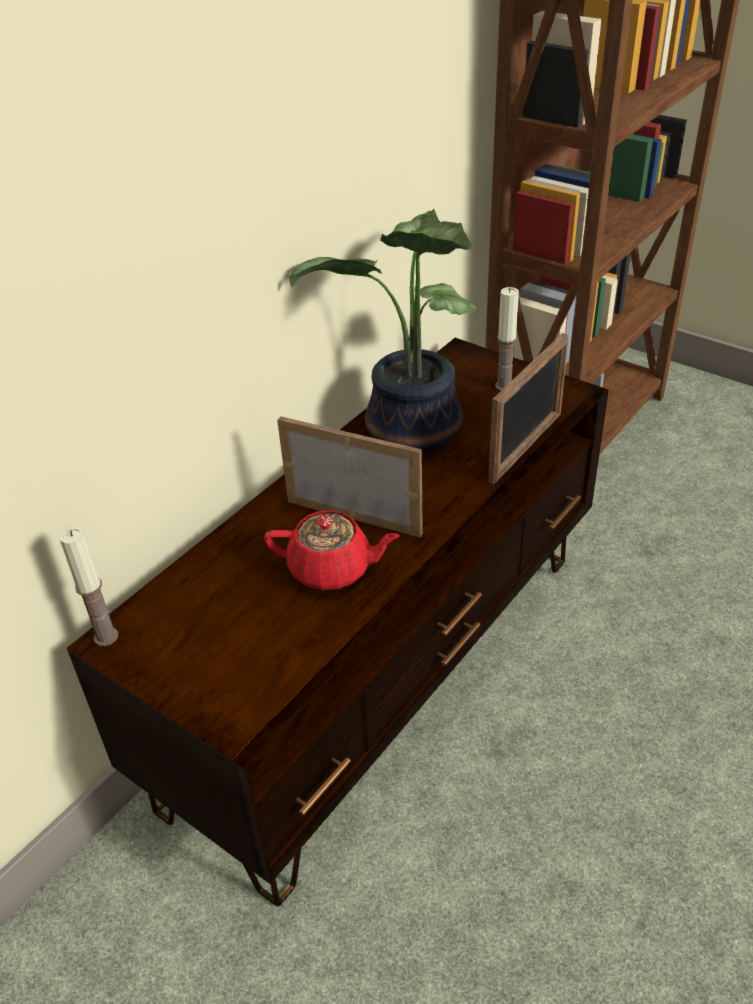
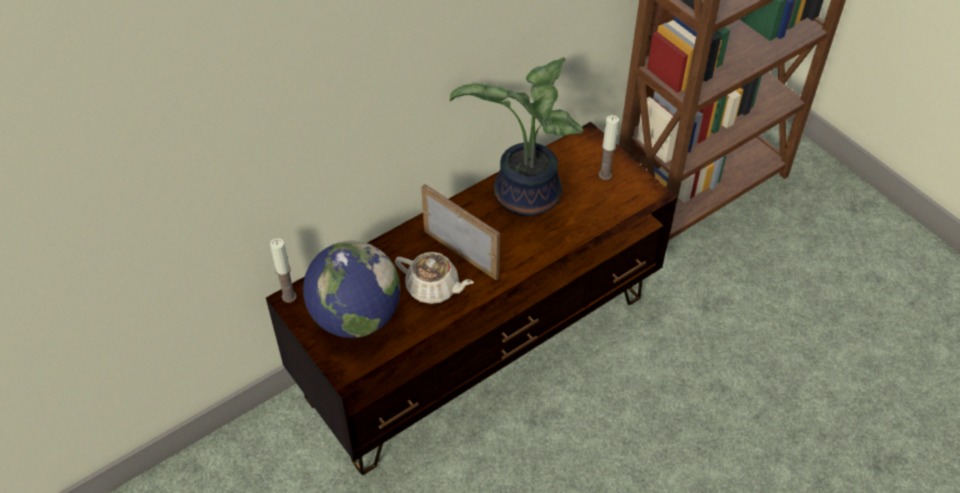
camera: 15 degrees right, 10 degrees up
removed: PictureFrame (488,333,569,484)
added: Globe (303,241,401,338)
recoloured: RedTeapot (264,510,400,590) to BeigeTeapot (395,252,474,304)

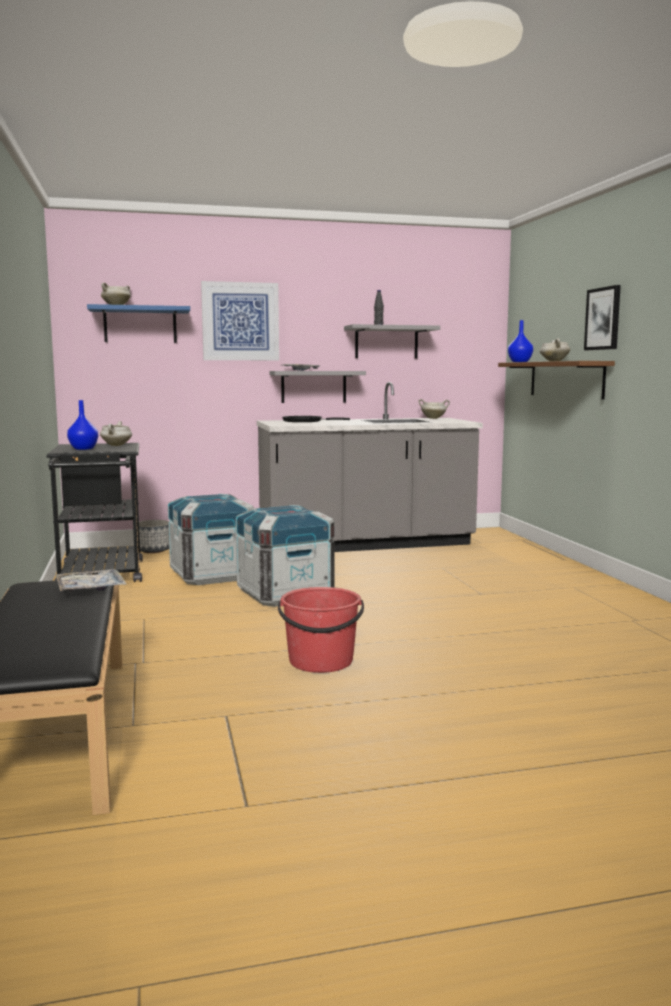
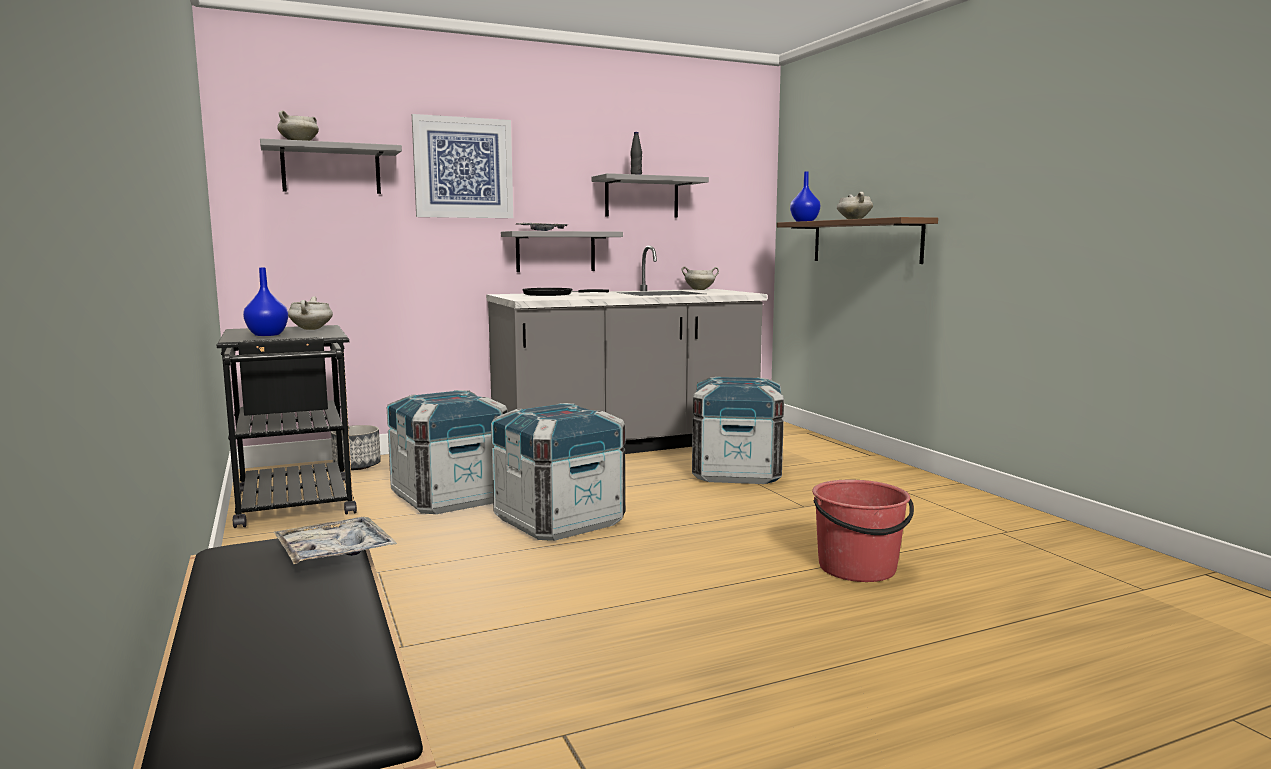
camera: 10 degrees left, 0 degrees up
removed: Picture (584,285,621,350)
added: Crate (692,377,784,484)
moved: RedBucket (278,587,364,673) to (812,480,914,582)
recoloured: BlueShelf (87,304,190,343) to GreyShelf (260,138,402,194)

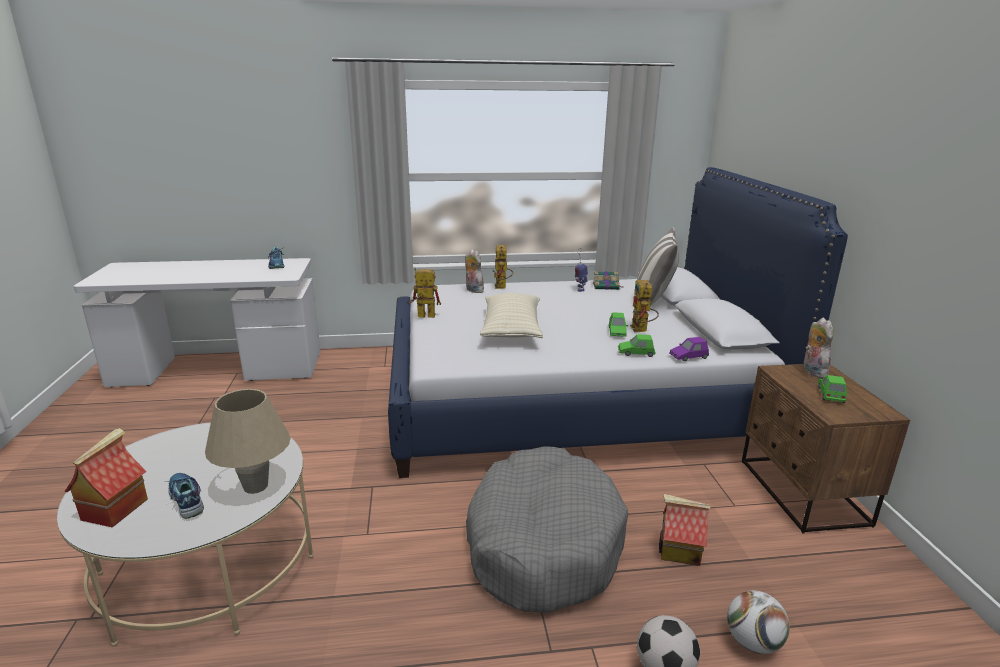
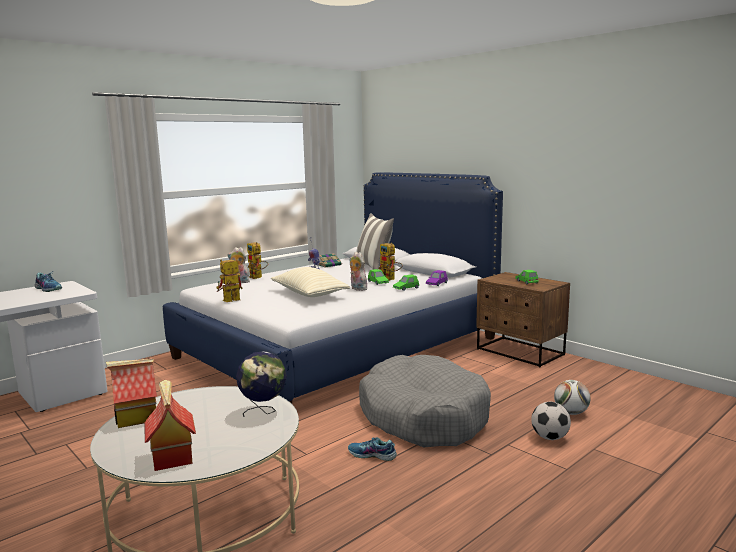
camera: 35 degrees left, 10 degrees down
moved: Shoe (165,473,204,519) to (348,437,397,461); ToyHouse (659,494,712,566) to (106,359,157,428); PlushToy (803,318,833,378) to (350,252,367,291)
replaced: BeigeTableLamp (205,389,291,494) to Globe (236,351,287,417)

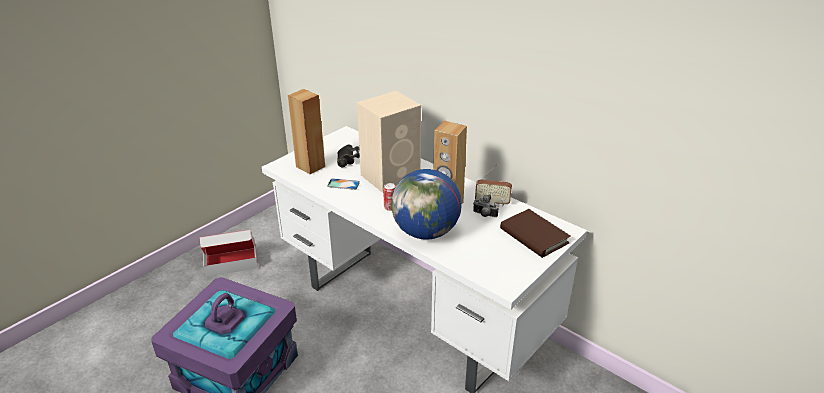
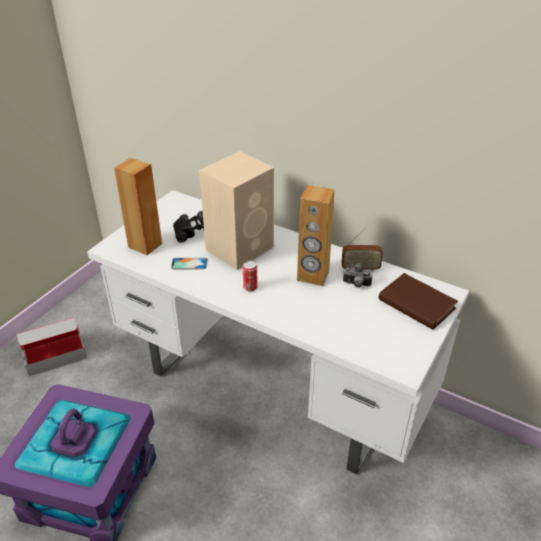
camera: 10 degrees left, 5 degrees up
removed: Globe (391,169,462,240)

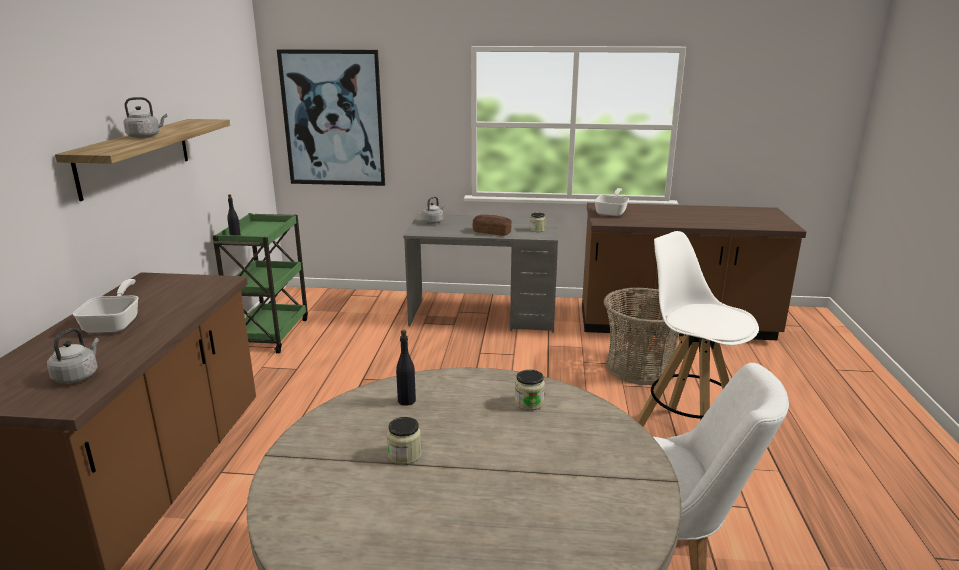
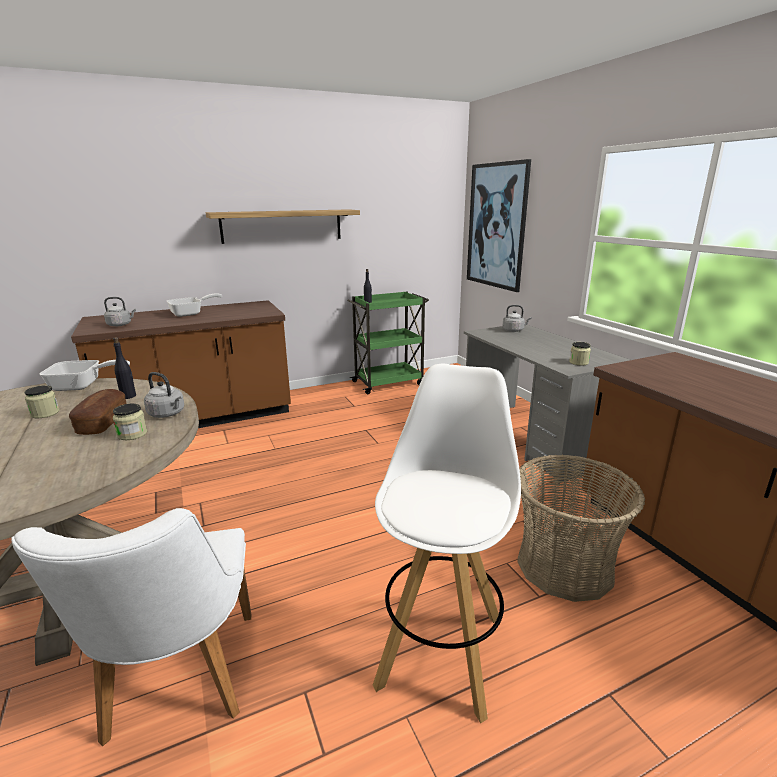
camera: 60 degrees right, 0 degrees up
moved: GreyKettle (123,97,167,138) to (144,372,184,418); Bread (473,215,512,236) to (69,389,127,435); FryingPan (594,188,629,217) to (40,360,130,391)

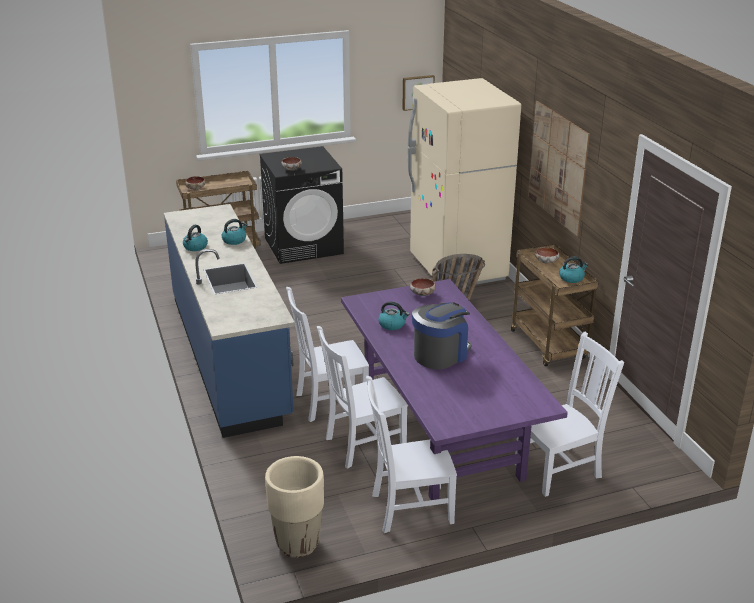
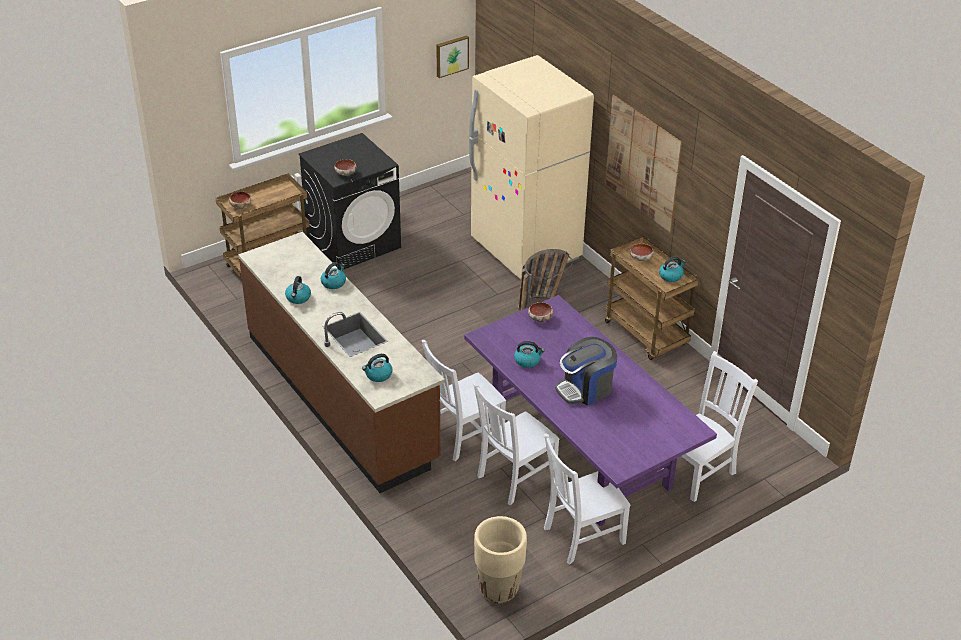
camera: 15 degrees left, 10 degrees up
added: Kettle (362,354,392,382)
recoloured: BlueCounter (164,204,295,438) to BrownCounter (238,232,445,493)
turned: CoffeeMachine (412,303,472,370) = (555,337,617,405) 150 degrees counterclockwise

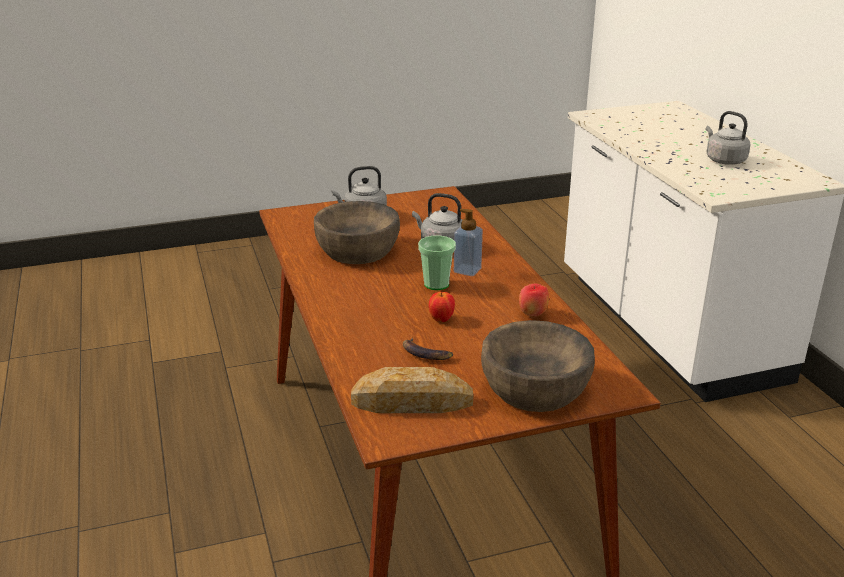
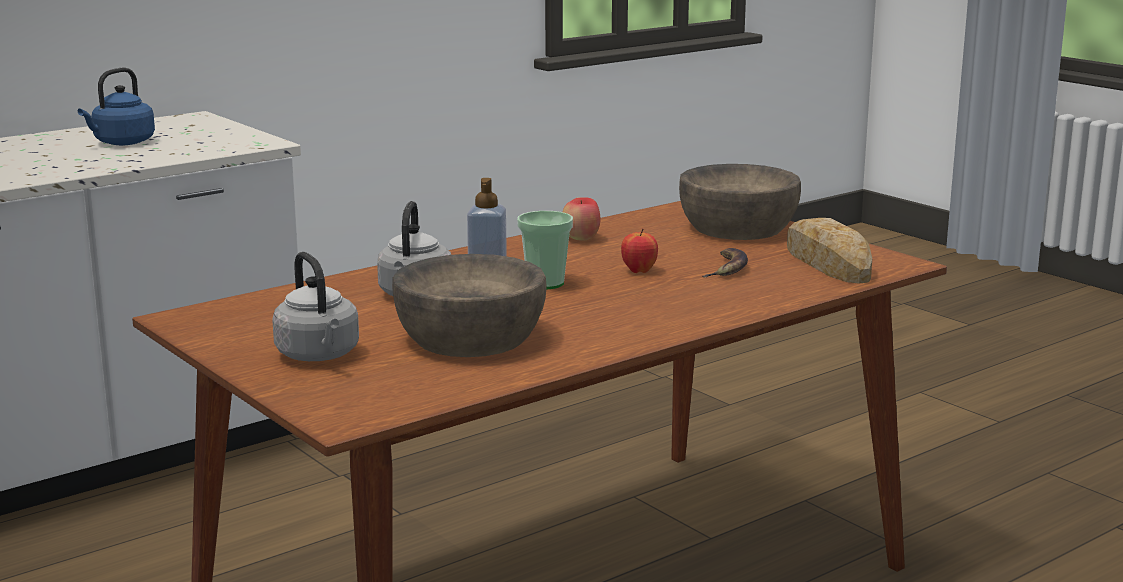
camera: 110 degrees left, 10 degrees down
recoloured: GreyKettle (706,111,750,165) to BlueKettle (78,67,155,145)

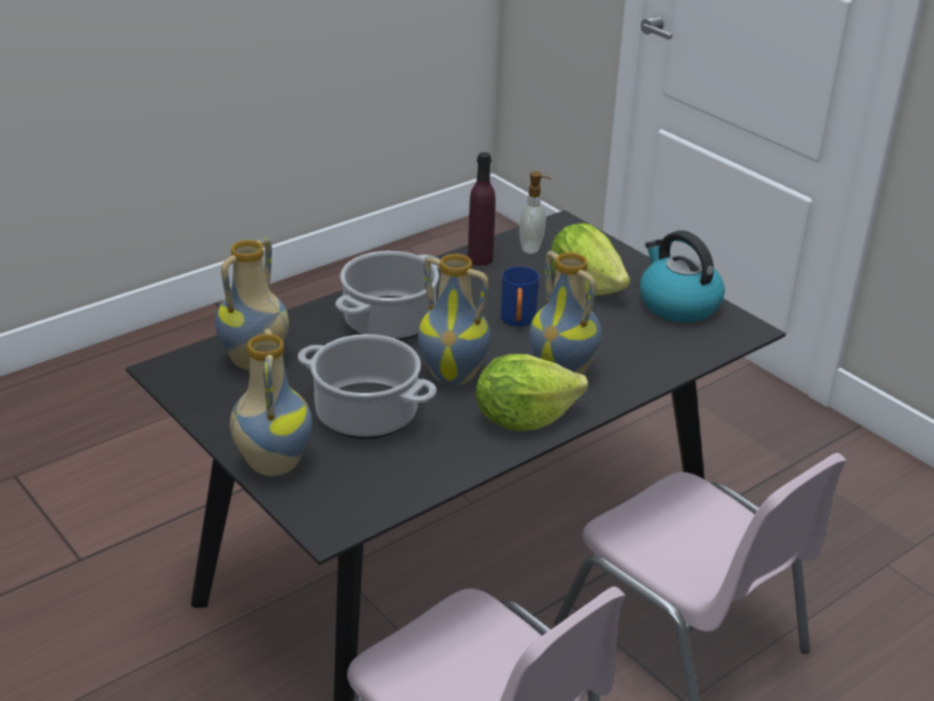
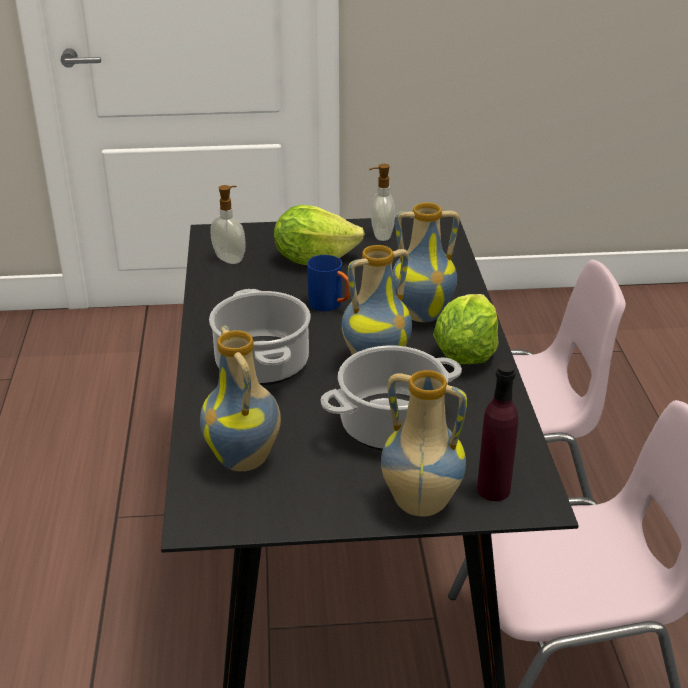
camera: 55 degrees left, 0 degrees up
moved: PurpleBottle (468,152,496,266) to (477,363,518,501)
replaced: Kettle (640,230,725,322) to SoapDispenser (369,164,395,241)

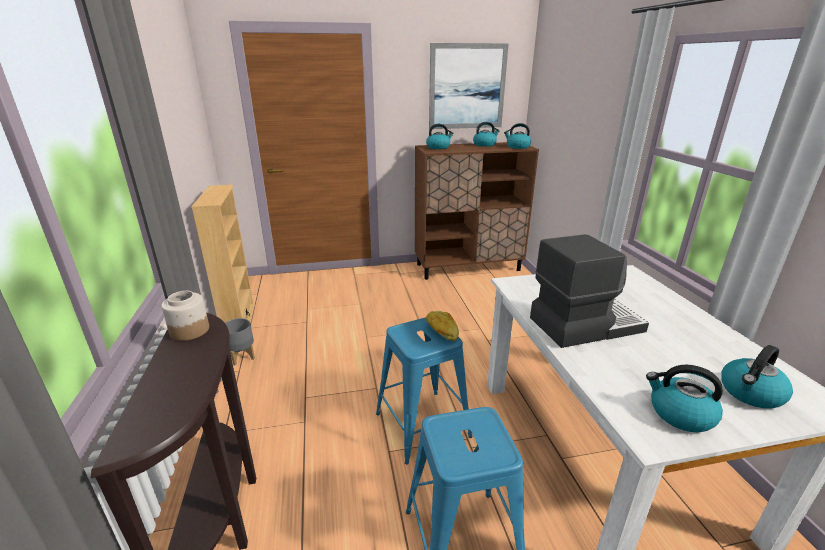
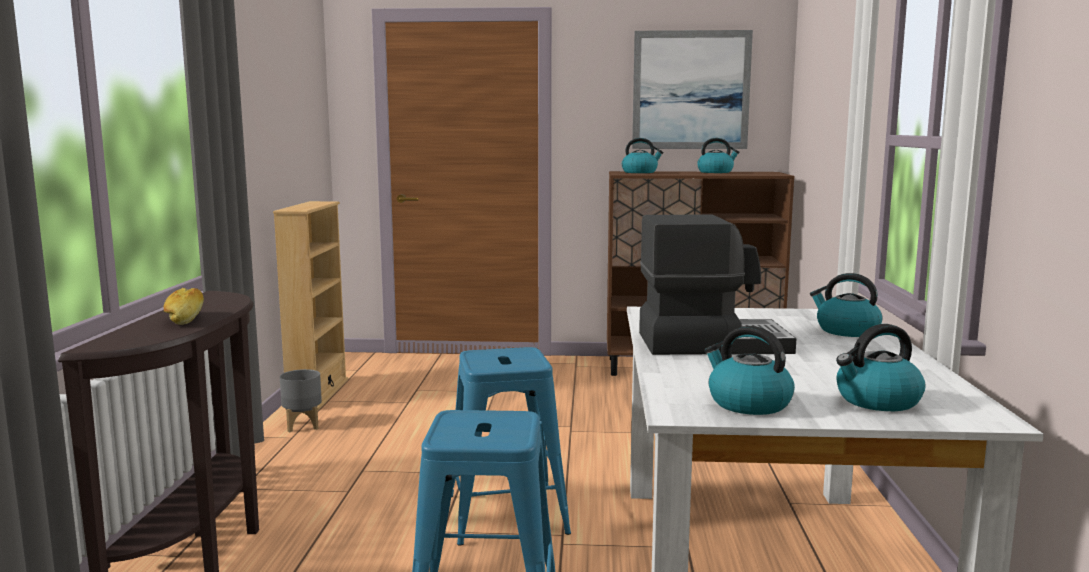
camera: 15 degrees right, 15 degrees down
removed: Jar (161,291,209,341)
moved: Bread (426,311,459,341) to (164,288,204,325); Kettle (504,123,531,149) to (810,273,883,337)

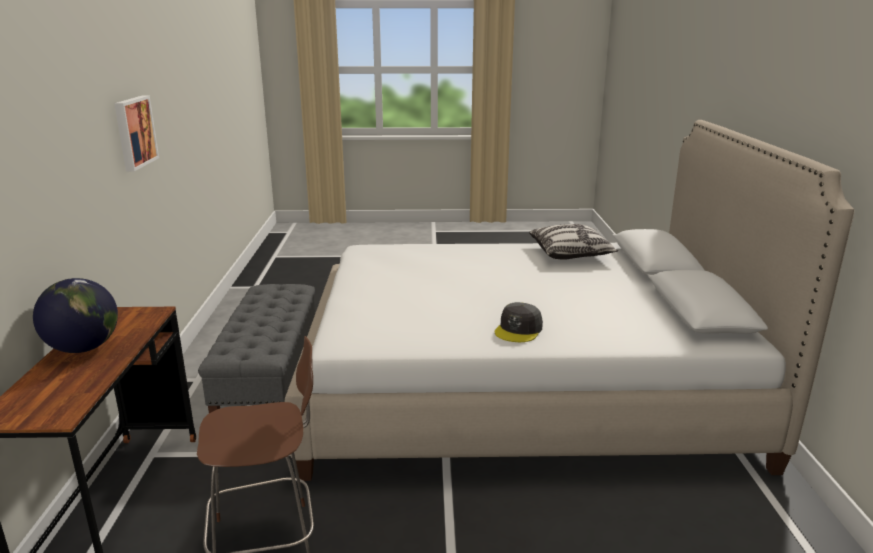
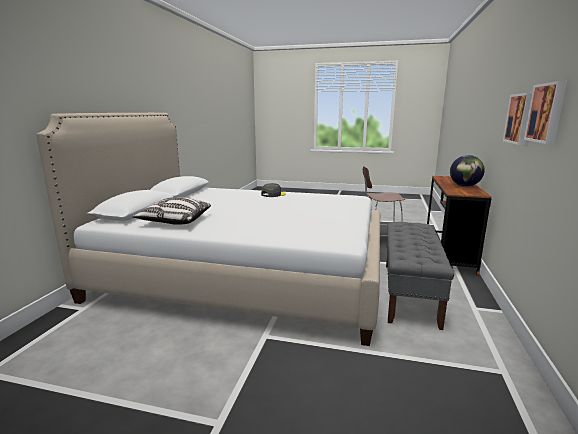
camera: 165 degrees left, 5 degrees down
added: Picture (503,93,532,145)

